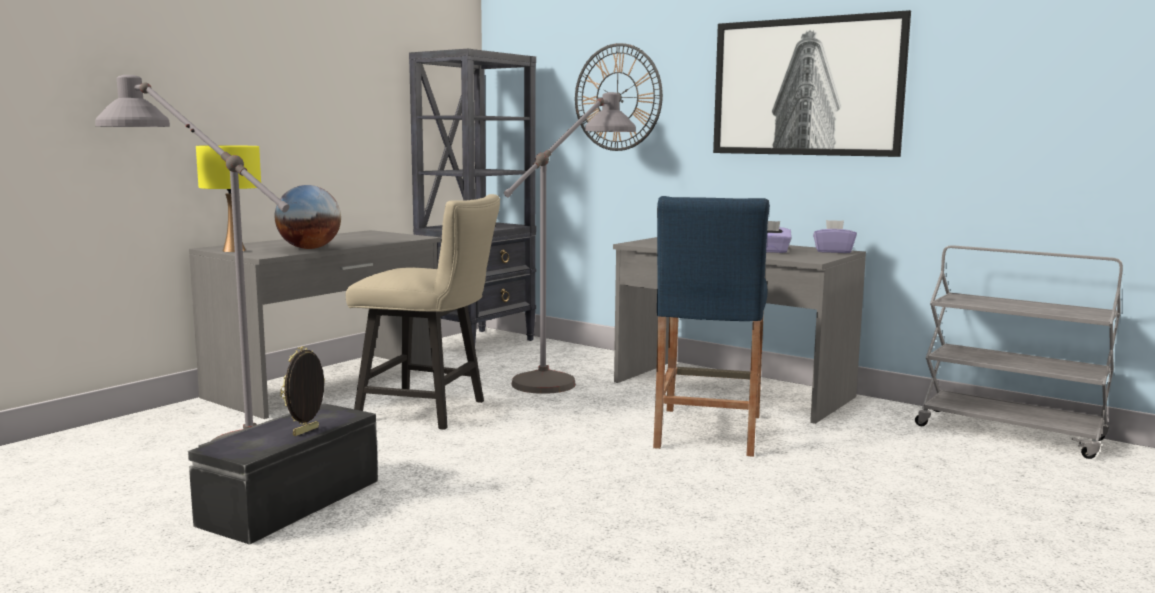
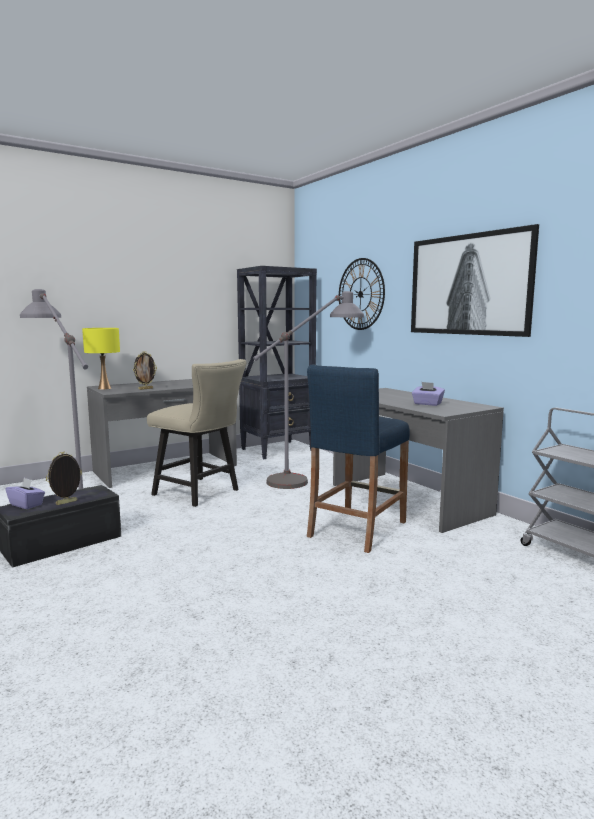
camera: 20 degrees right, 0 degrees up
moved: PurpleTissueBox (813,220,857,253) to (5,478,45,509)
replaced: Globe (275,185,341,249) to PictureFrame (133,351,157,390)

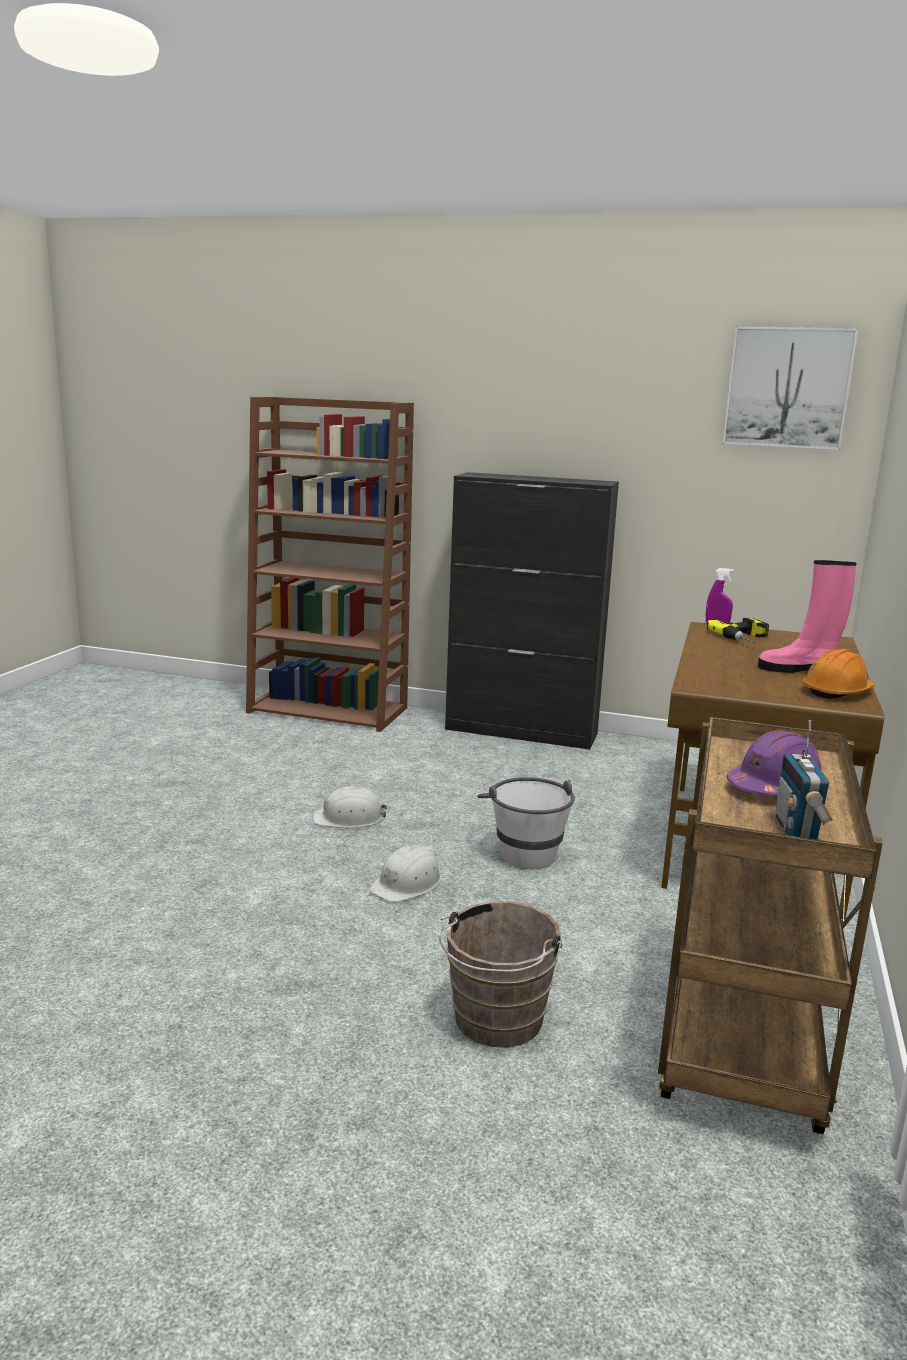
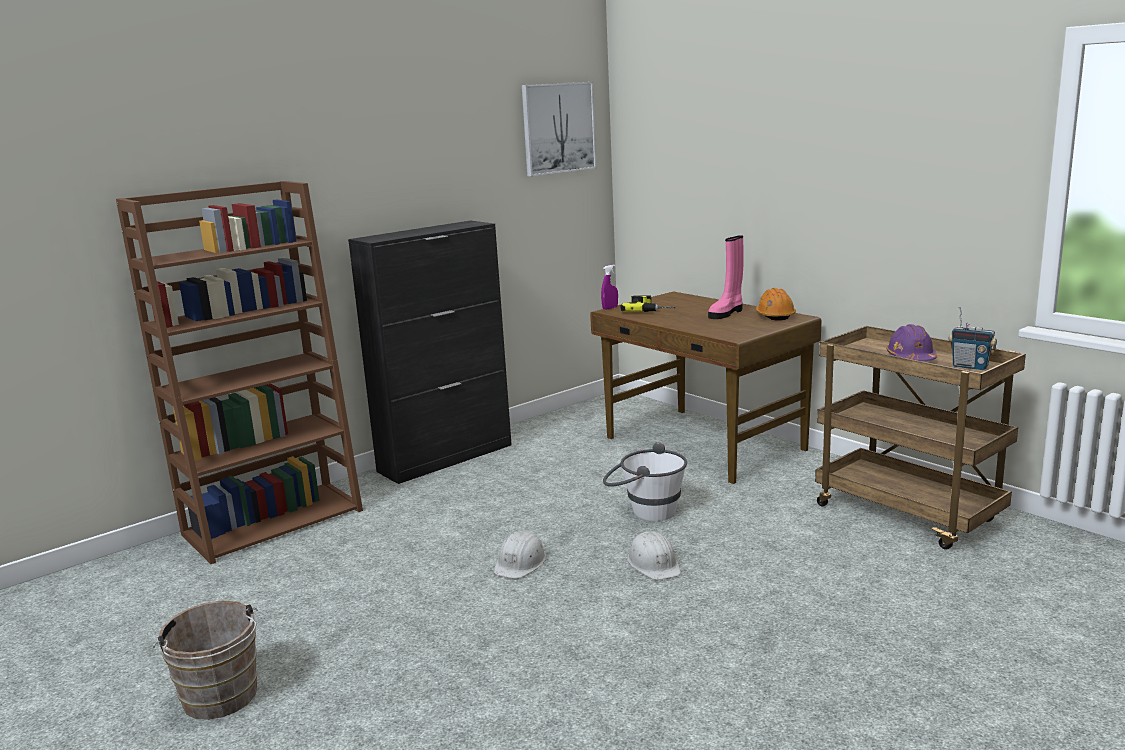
camera: 55 degrees left, 0 degrees up
moved: BrownBucket (439,901,562,1047) to (153,601,258,720)

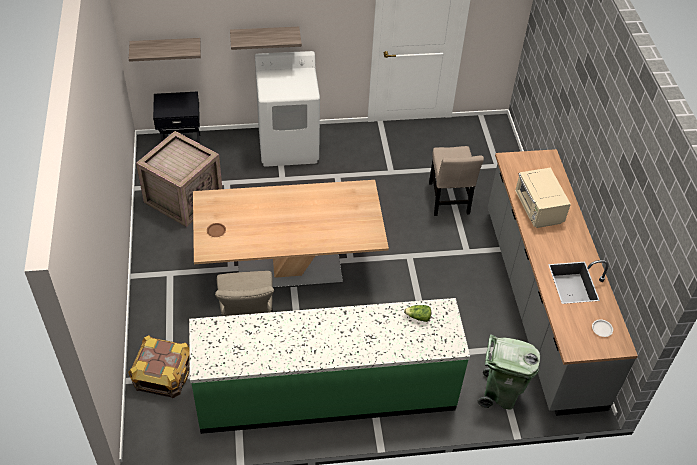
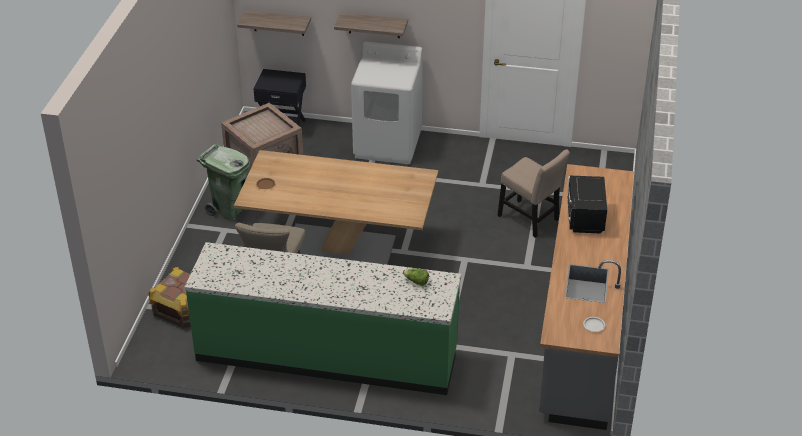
camera: 20 degrees right, 10 degrees down
moved: GreenTrashCan (478,334,540,409) to (197,143,250,221)
recoloured: BeigeMicrowave (515,167,571,228) to BlackMicrowave (567,176,607,233)
turned: BeigeChair (429,146,484,216) = (497,150,570,238) 60 degrees counterclockwise

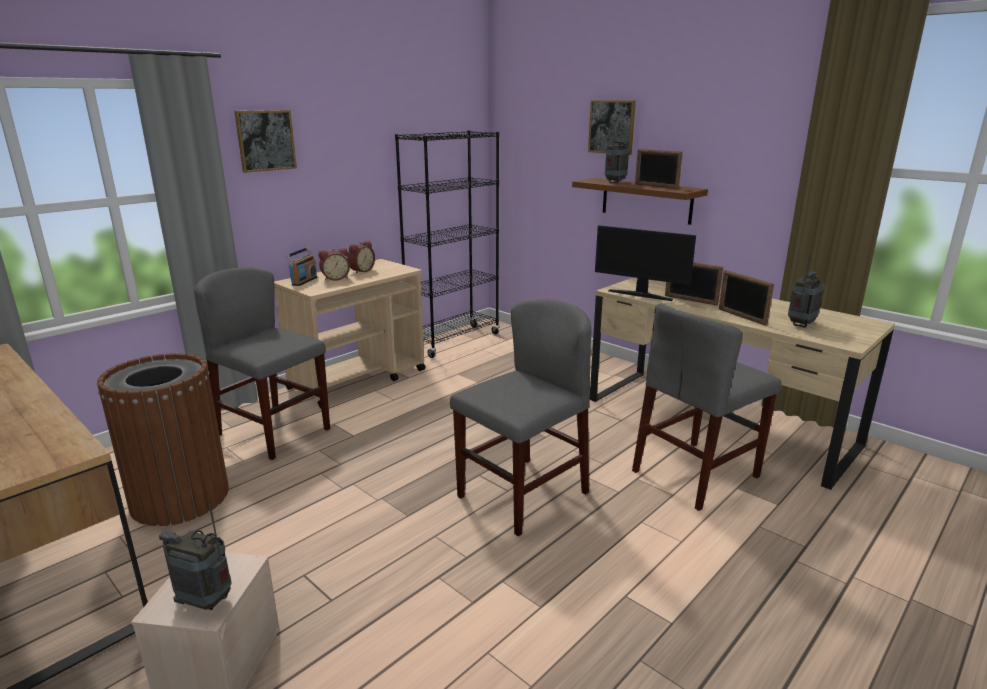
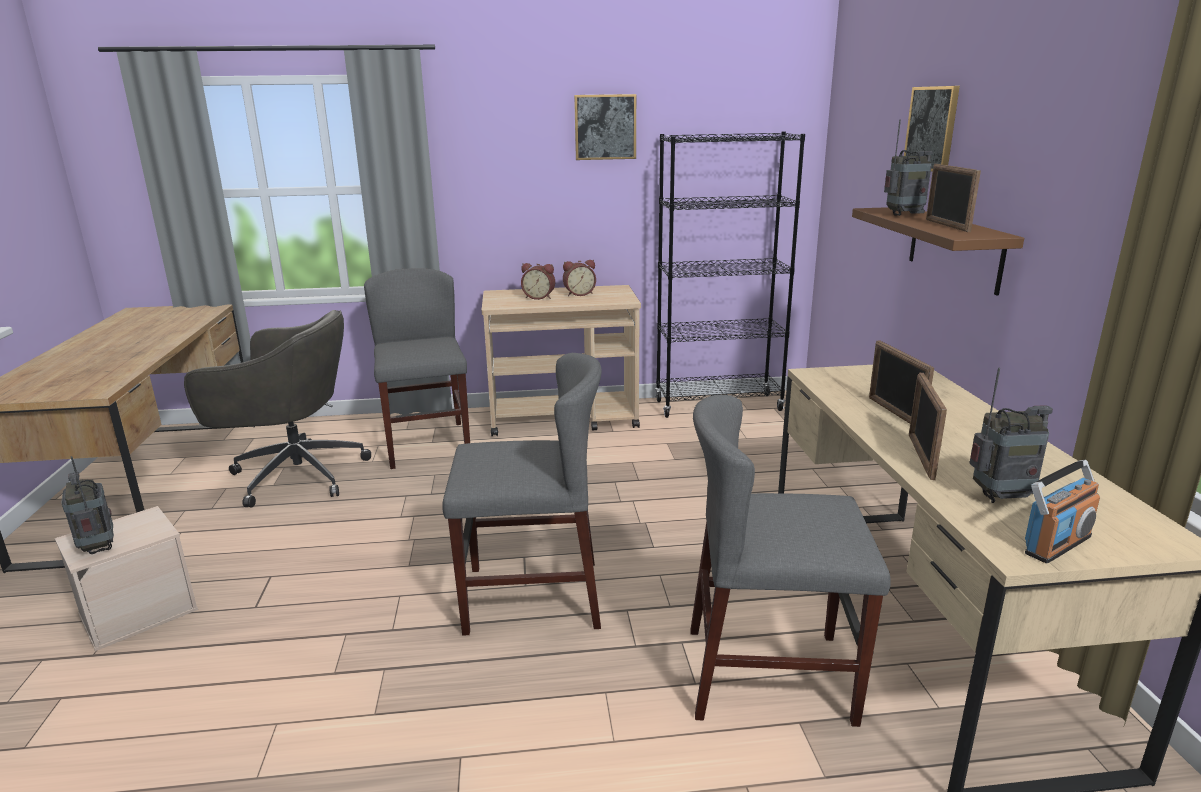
camera: 40 degrees right, 0 degrees up
removed: Monitor (595,225,696,301)
moved: Picture (234,110,297,173) to (574,94,636,160); Radio (285,248,317,286) to (1025,460,1100,563)
replaced: BrownTrashCan (97,353,229,526) to GreyOfficeChair (184,310,371,508)

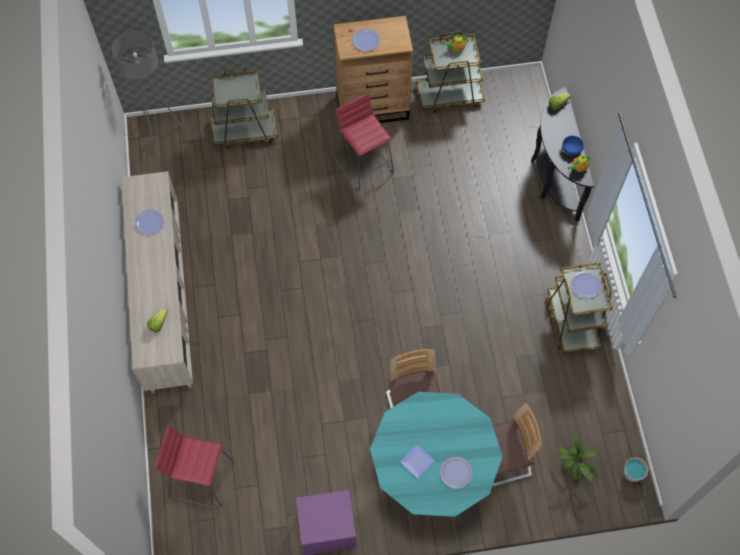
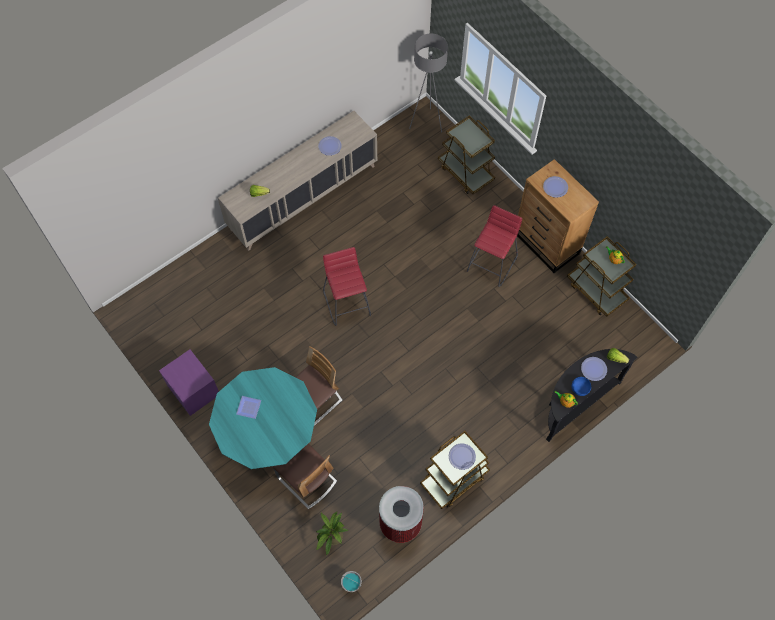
camera: 60 degrees right, 0 degrees up
added: TrashCan (379,486,424,543)
moved: RedStool (155,426,234,508) to (323,247,371,326); Plate (440,457,473,489) to (581,357,607,381)

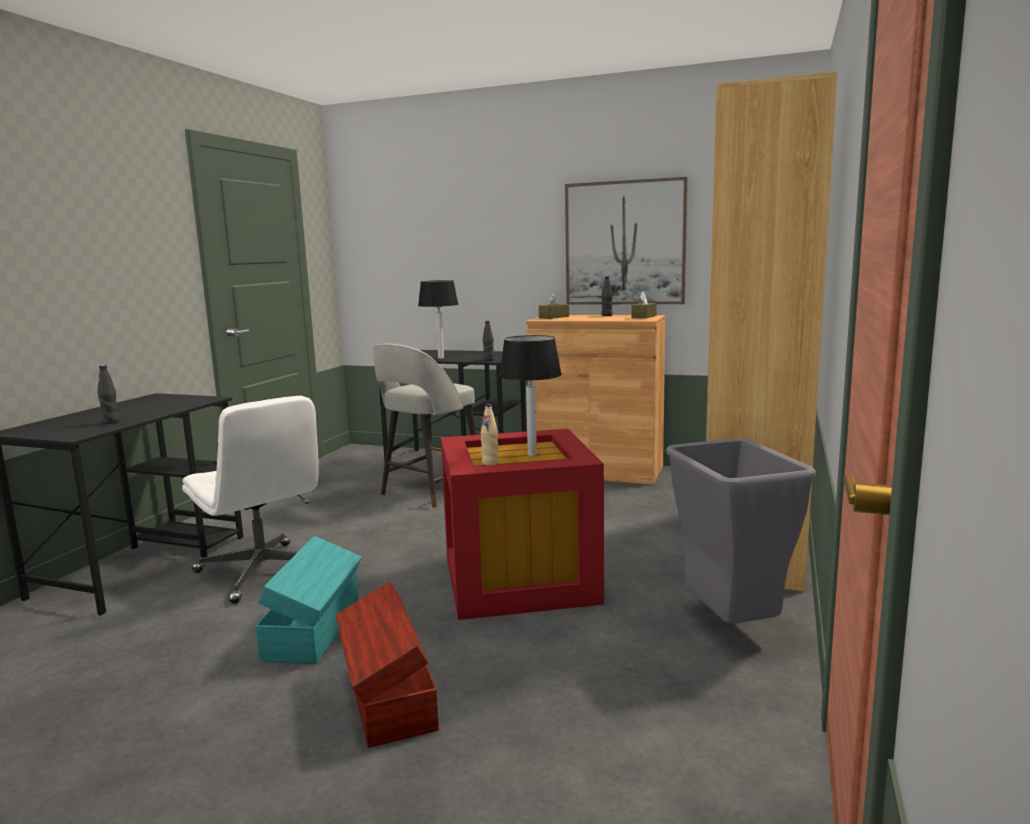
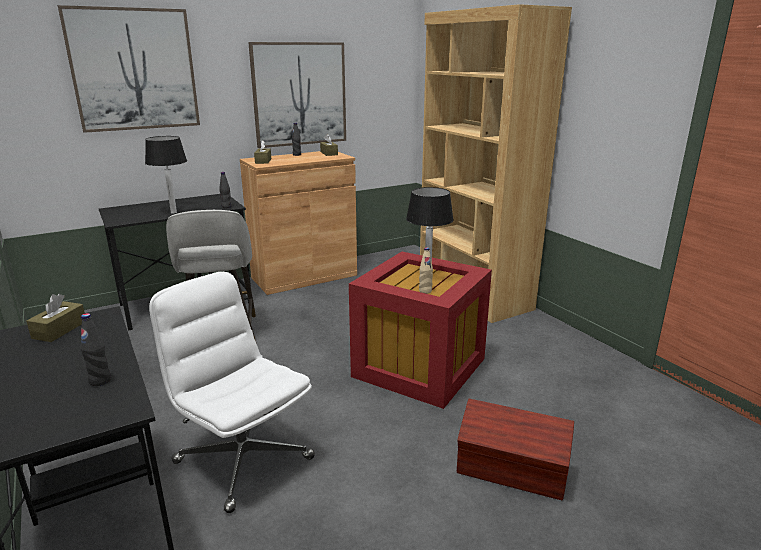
camera: 50 degrees left, 10 degrees up
removed: TurquoiseStorageBox (255,536,362,664); GreyTrashCan (667,438,816,624)
added: BrownTissueBox (26,294,85,342); Picture (58,5,200,133)
turned: WhiteOfficeChair (182,396,319,604) = (149,272,315,513) 135 degrees counterclockwise

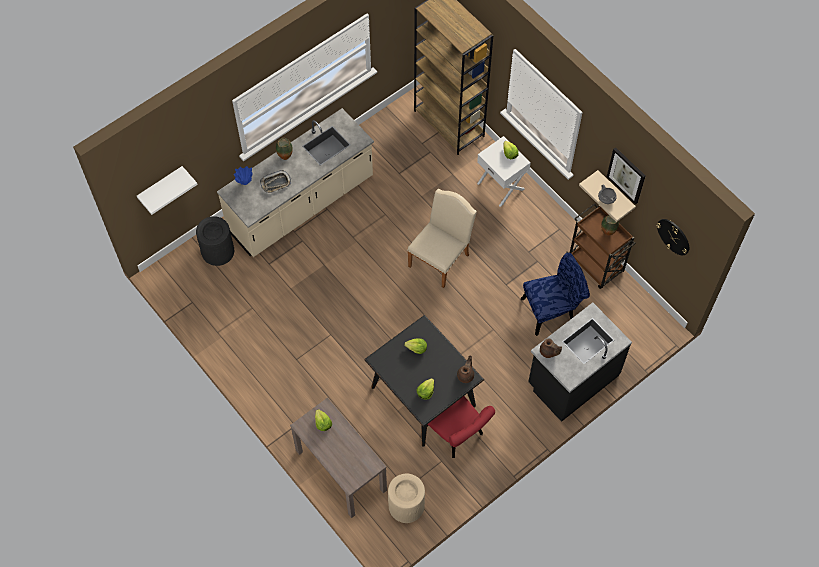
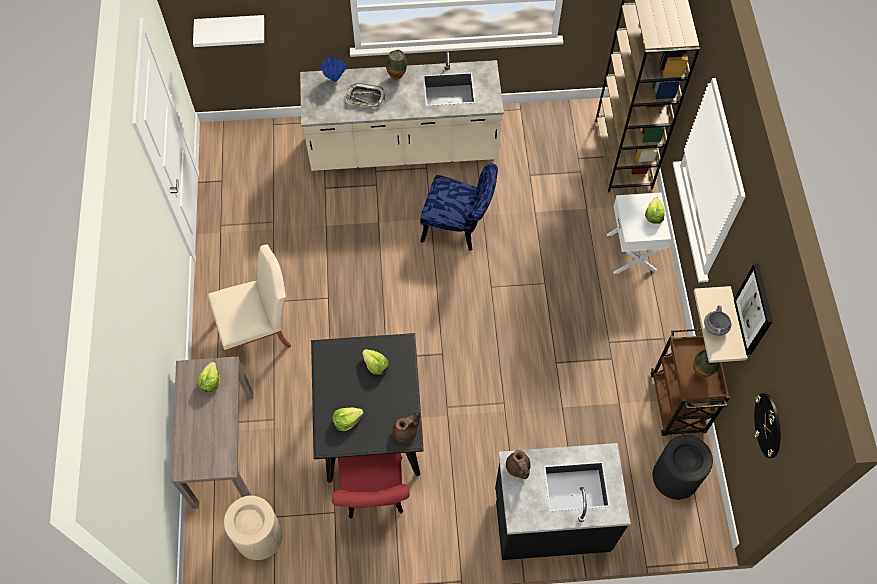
camera: 35 degrees right, 0 degrees up
moved: BlackTrashCan (196,216,234,266) to (653,435,713,500); BeigeChair (407,189,477,288) to (208,245,291,357); BlueChair (521,253,590,336) to (420,163,498,251)

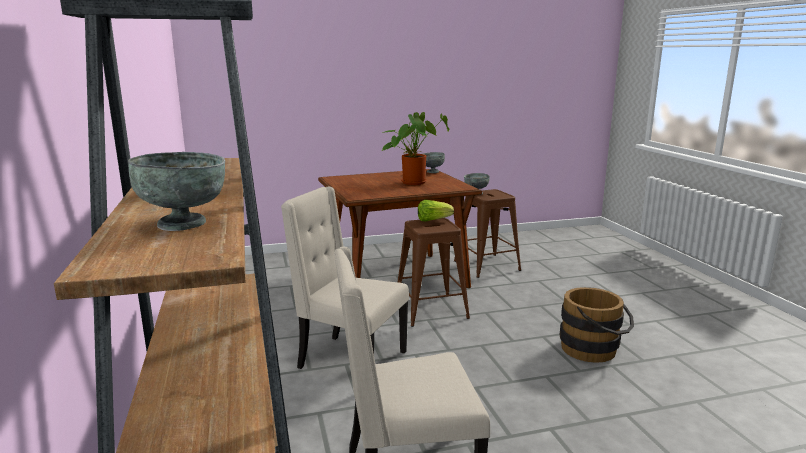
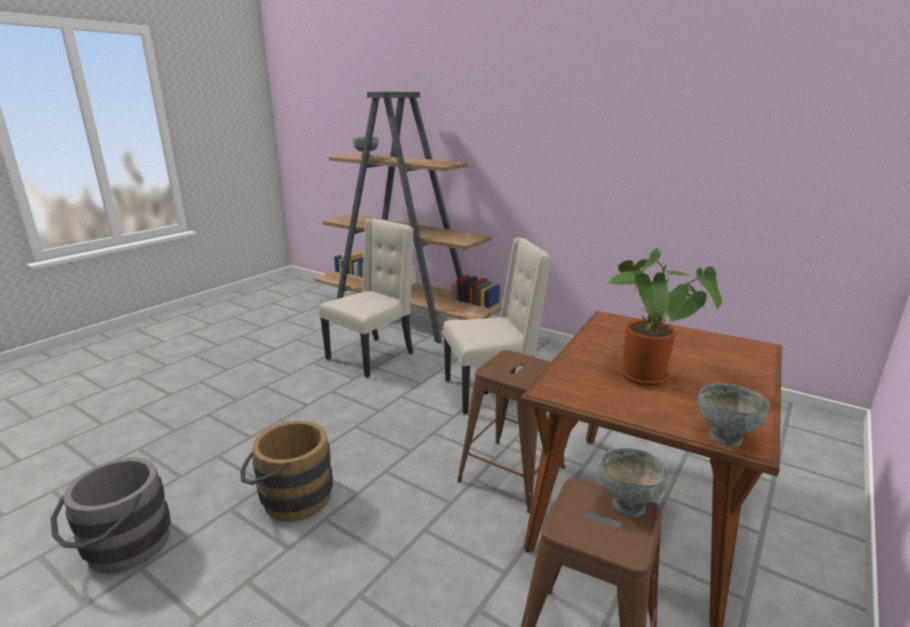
camera: 140 degrees right, 5 degrees up
removed: Lettuce (418,200,454,221)
added: GreyBucket (50,457,171,574)

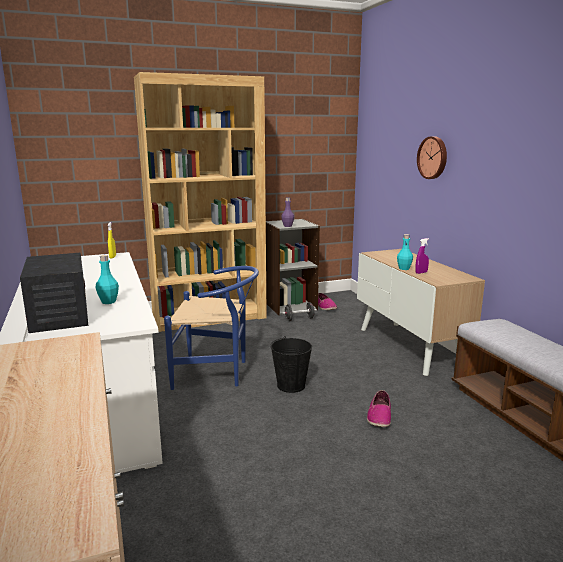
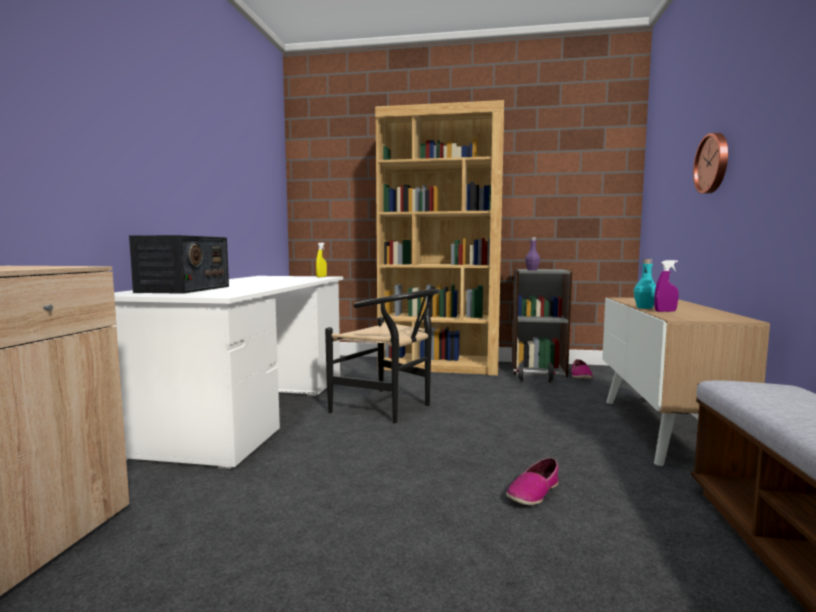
camera: 30 degrees right, 10 degrees down
removed: TurquoiseBottle (96,255,119,304); BlackBucket (270,336,312,393)
recoloured: BlueChair (164,266,259,390) to BlackChair (325,289,440,423)

